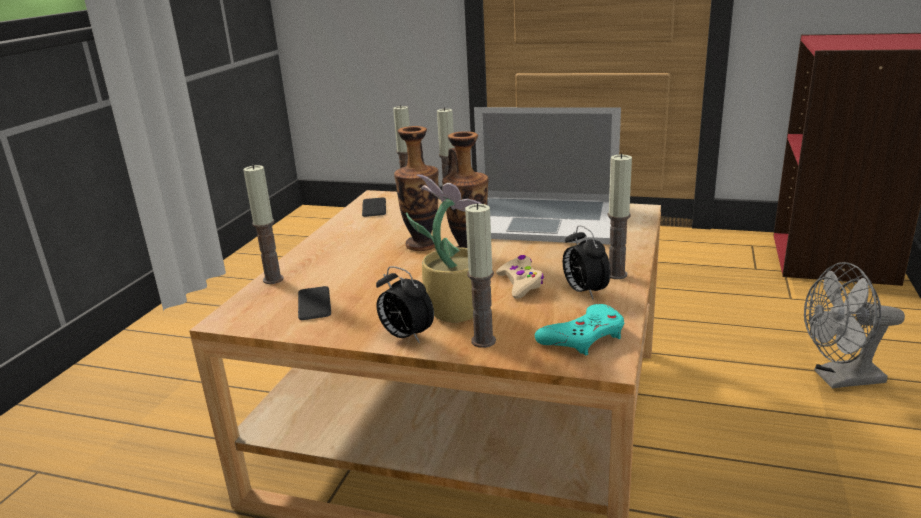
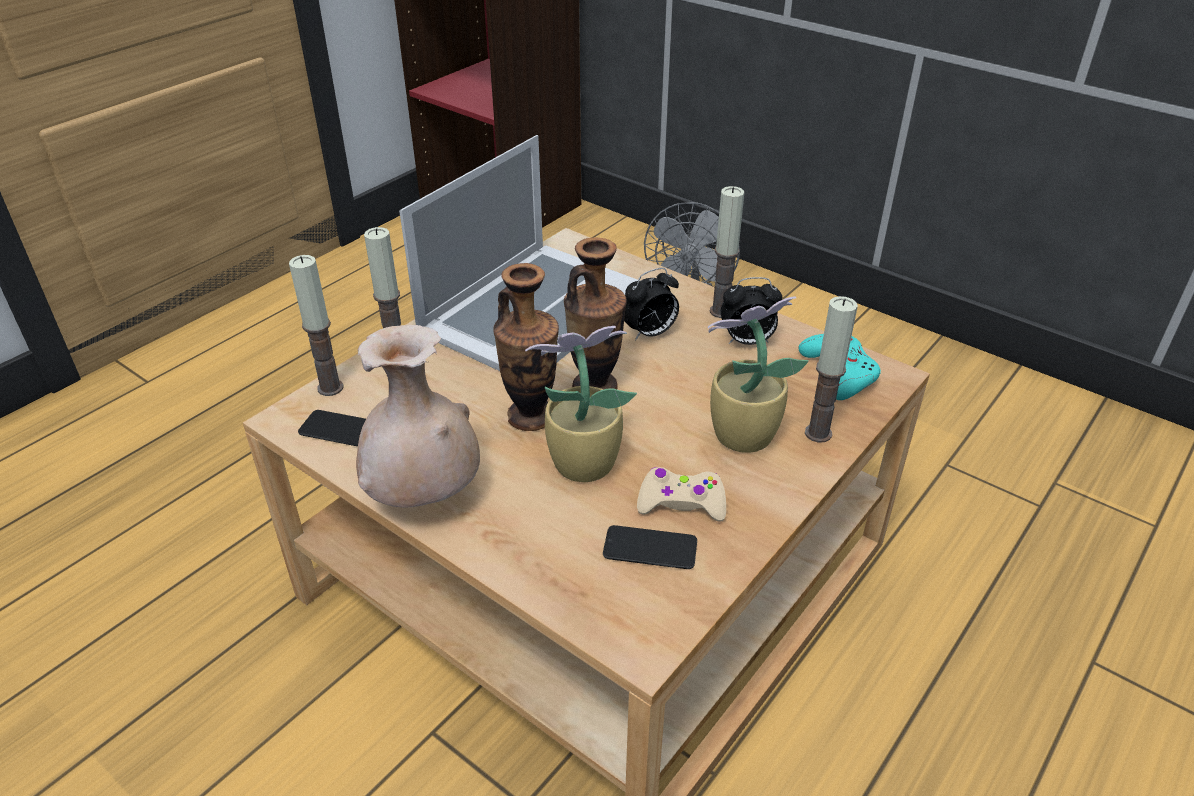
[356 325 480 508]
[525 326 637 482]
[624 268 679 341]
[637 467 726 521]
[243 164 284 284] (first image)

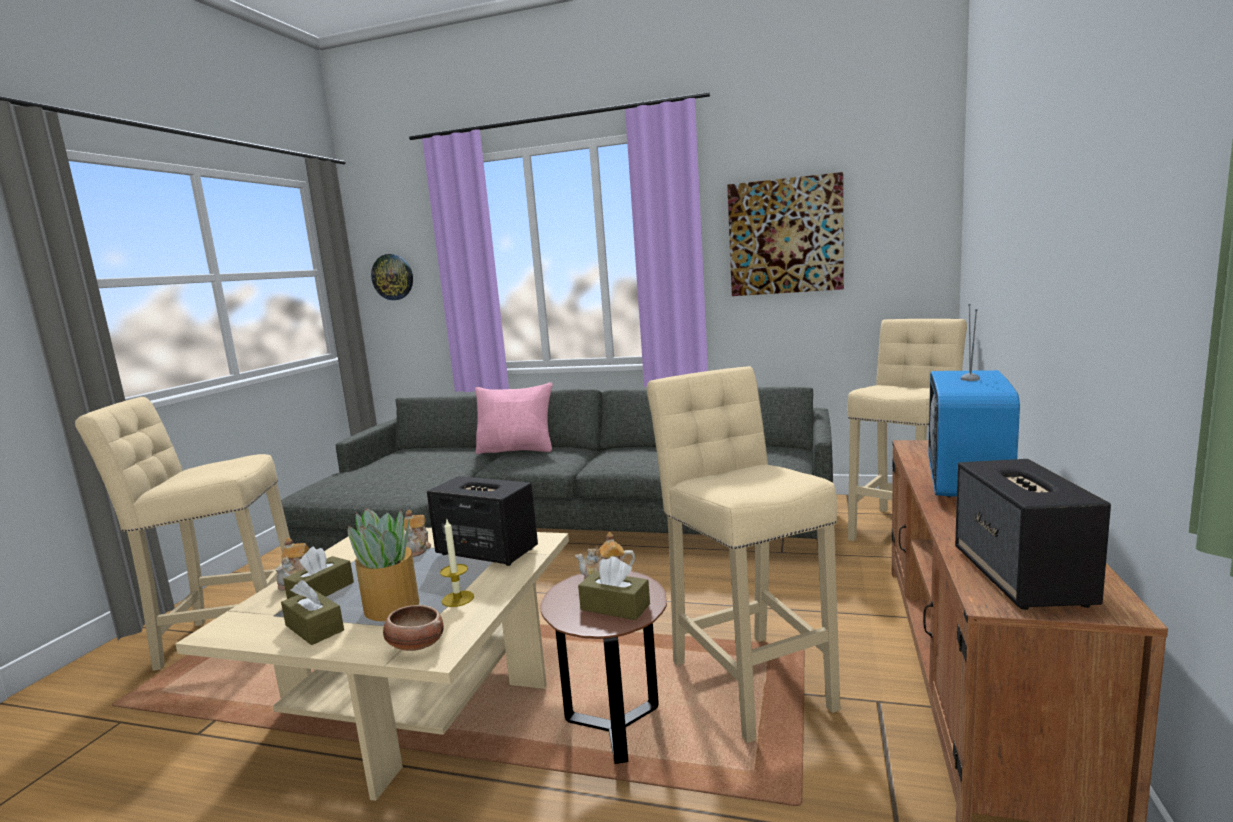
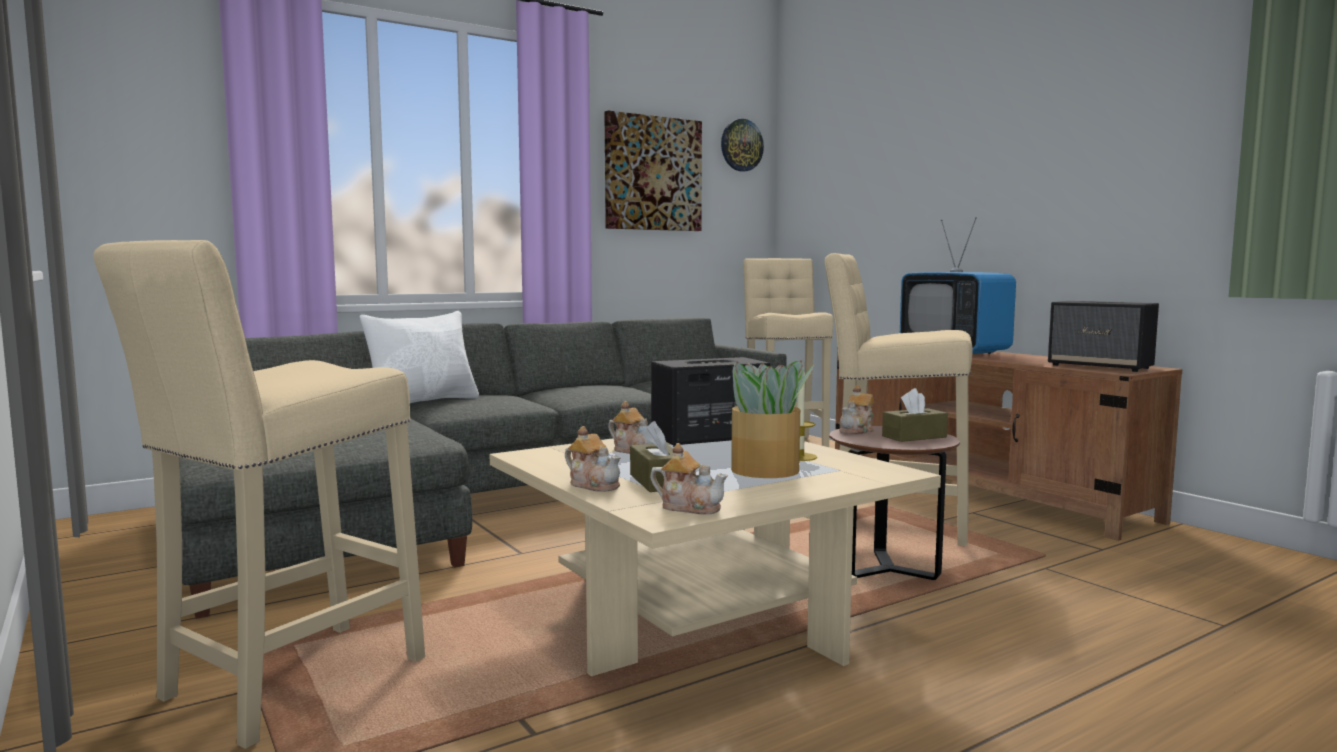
[360 311 479 403]
[650 443 728 515]
[721 119 764 172]
[281 580 344 645] (first image)
[383 605 444 651] (first image)

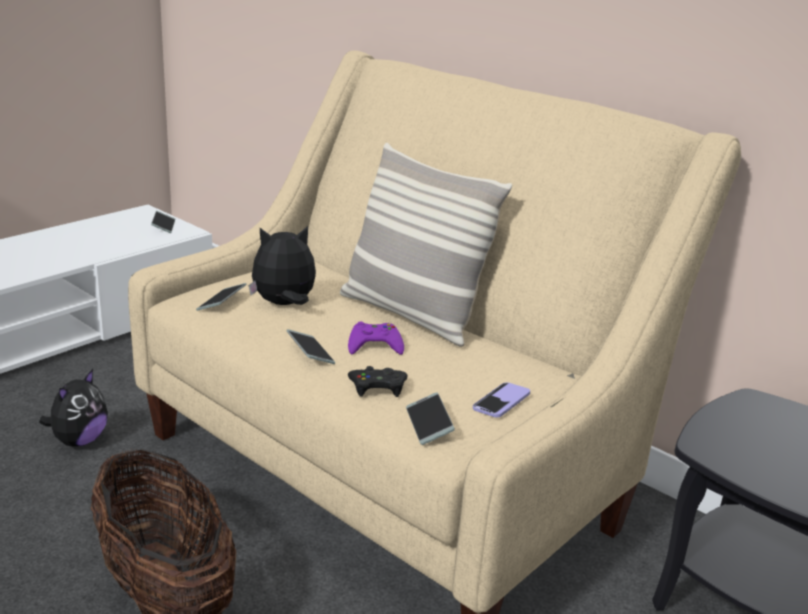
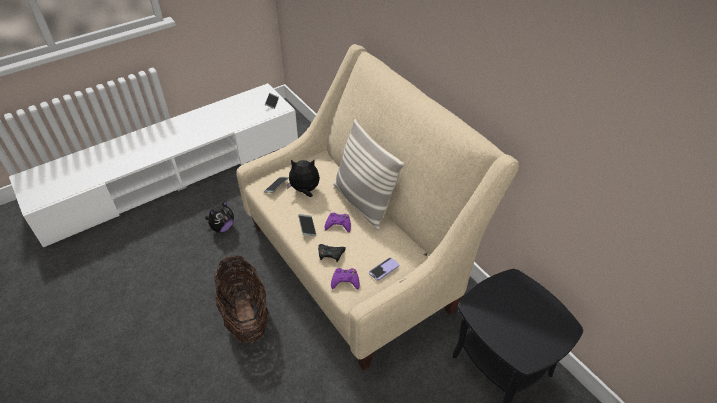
[331 268 360 290]

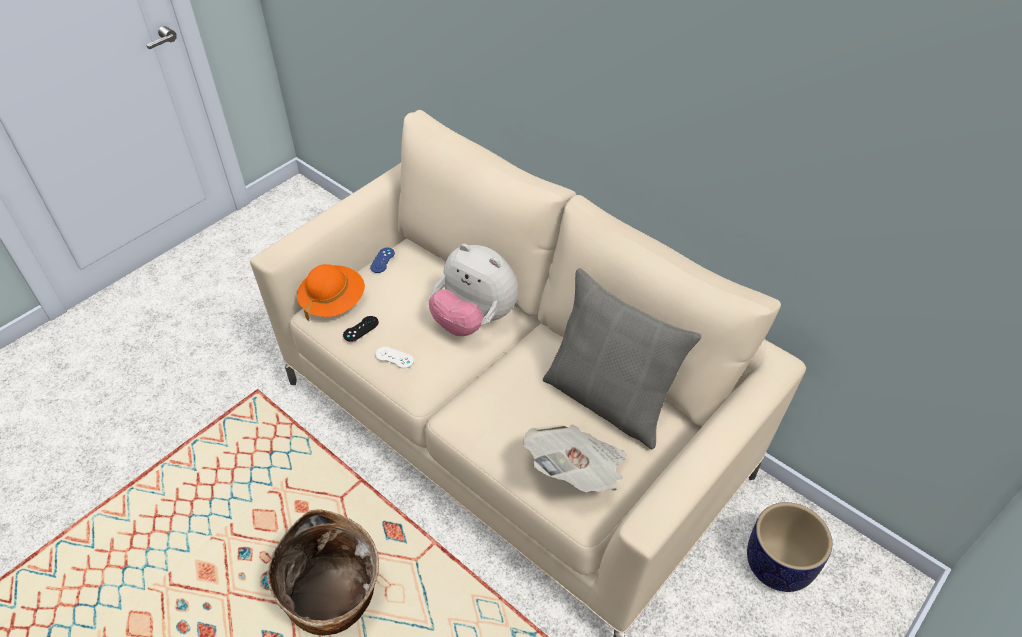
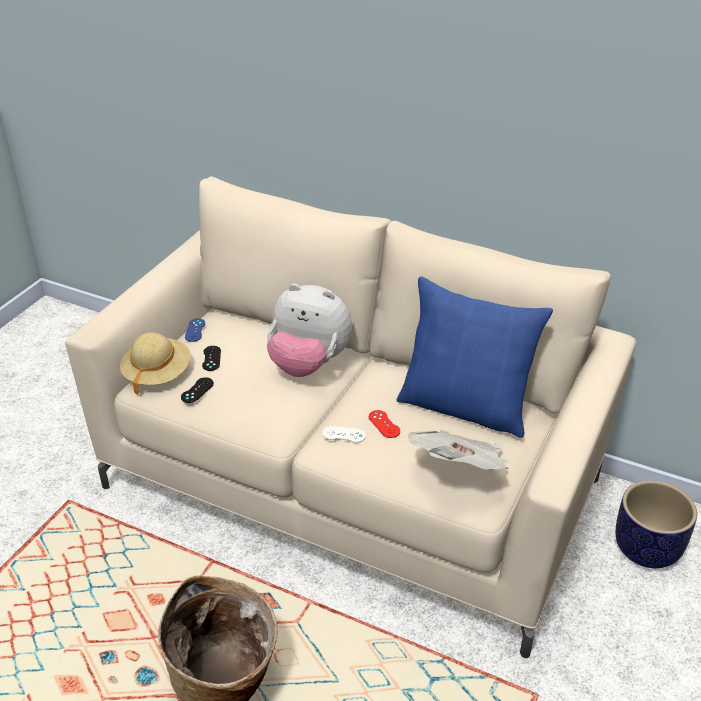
[120 332 191 395]
[202 346 221 371]
[322 426 366 443]
[369 410 400 438]
[397 276 553 438]

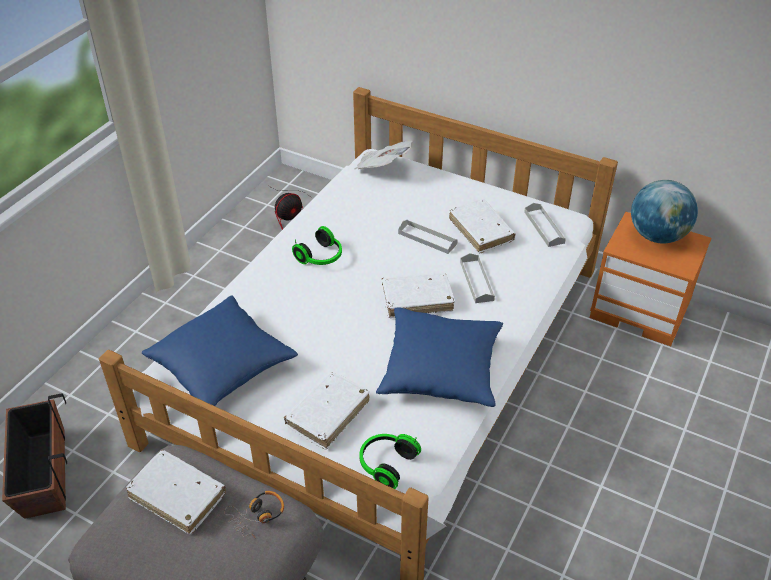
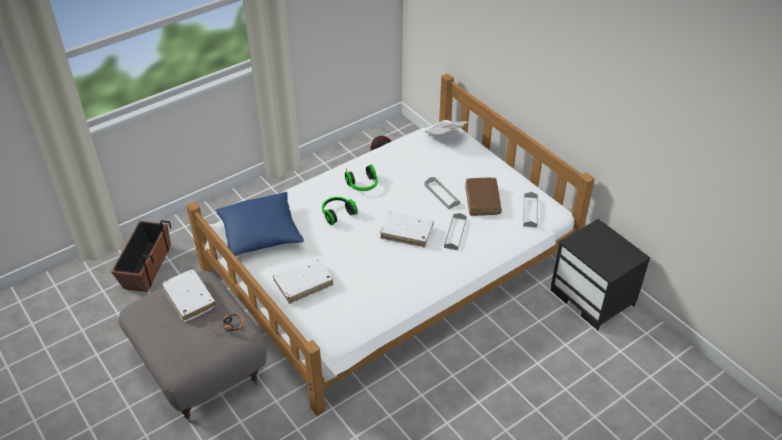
[322 197 358 226]
[465 178 502 216]
[551 219 650 330]
[376 307 503 407] (first image)
[631 180 698 243] (first image)

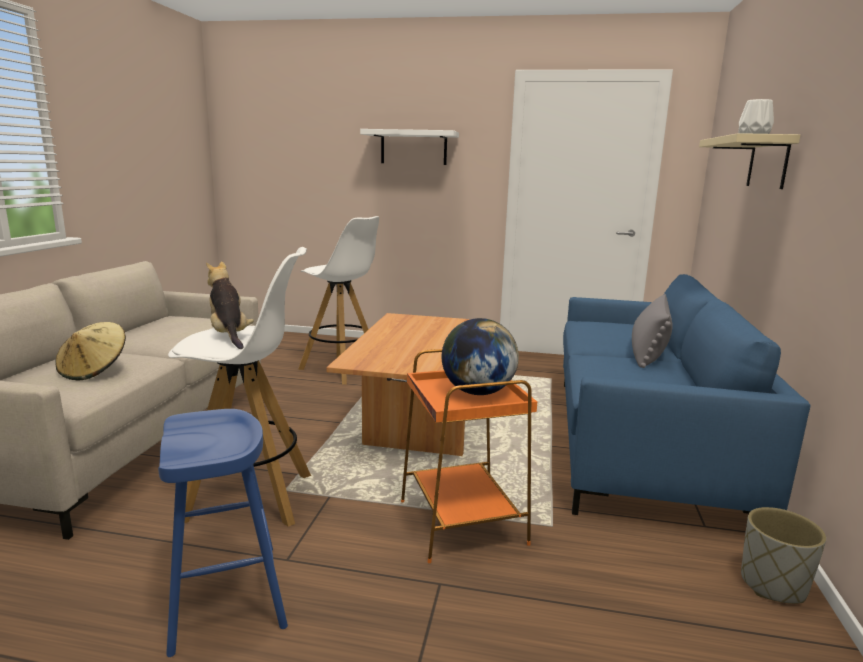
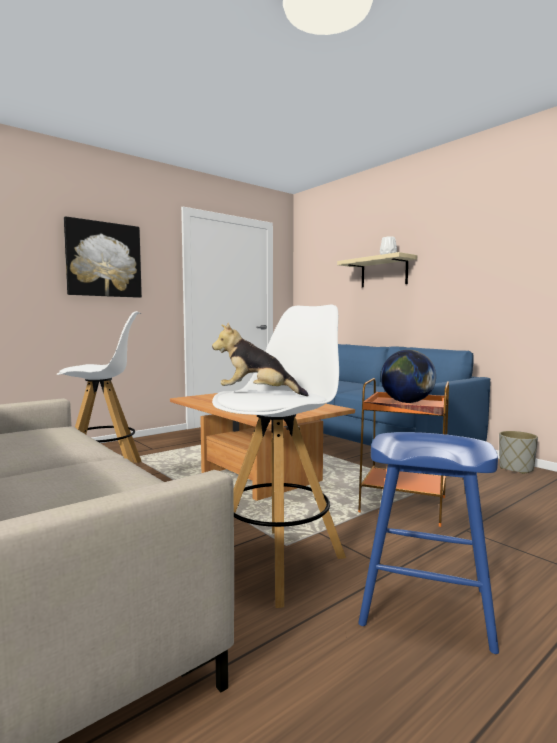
[64 216 142 298]
[55 322 126 380] (first image)
[632 294 673 368] (first image)

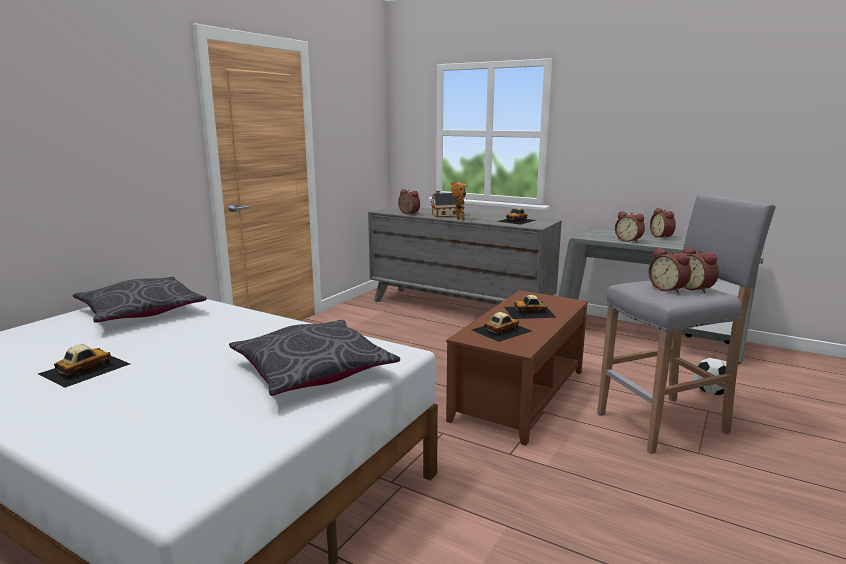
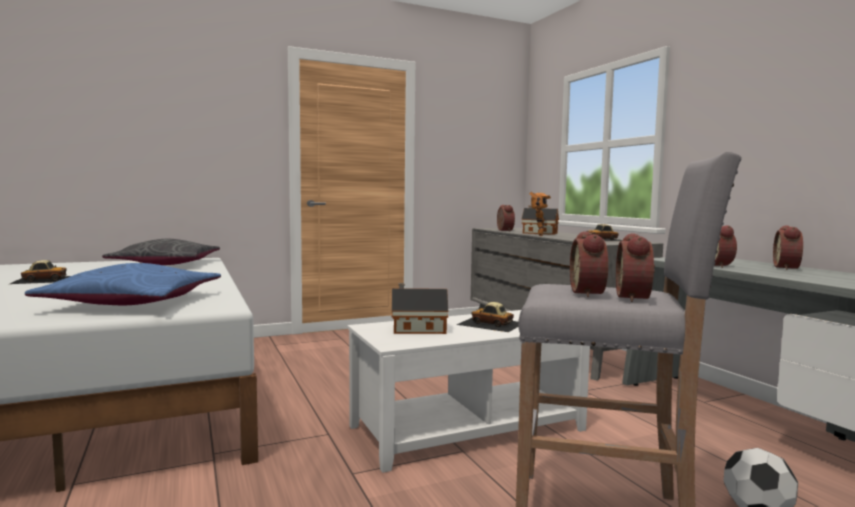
[25 263 221 305]
[347 310 590 473]
[391 283 448 334]

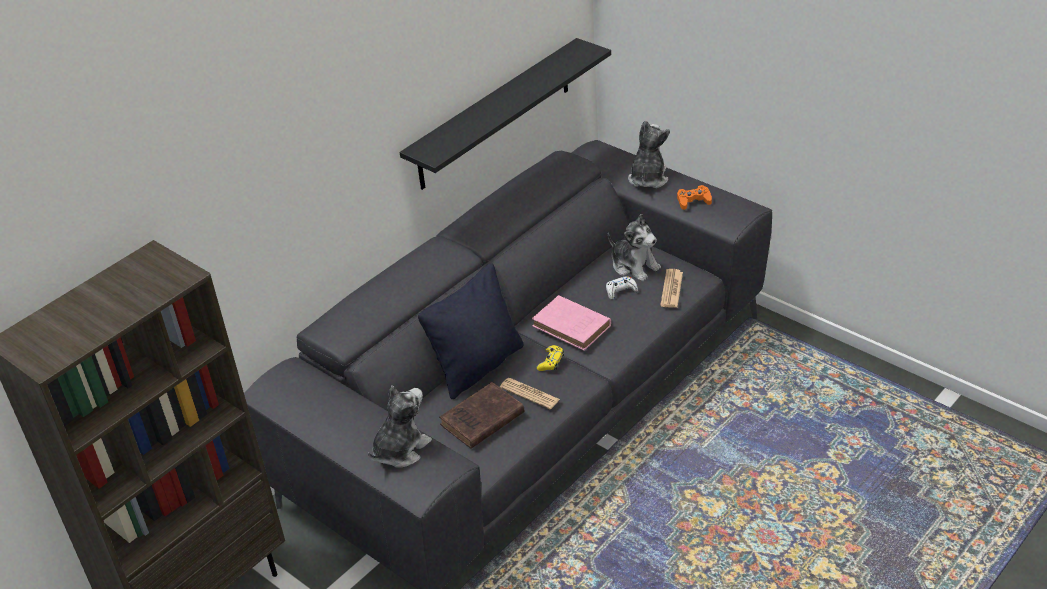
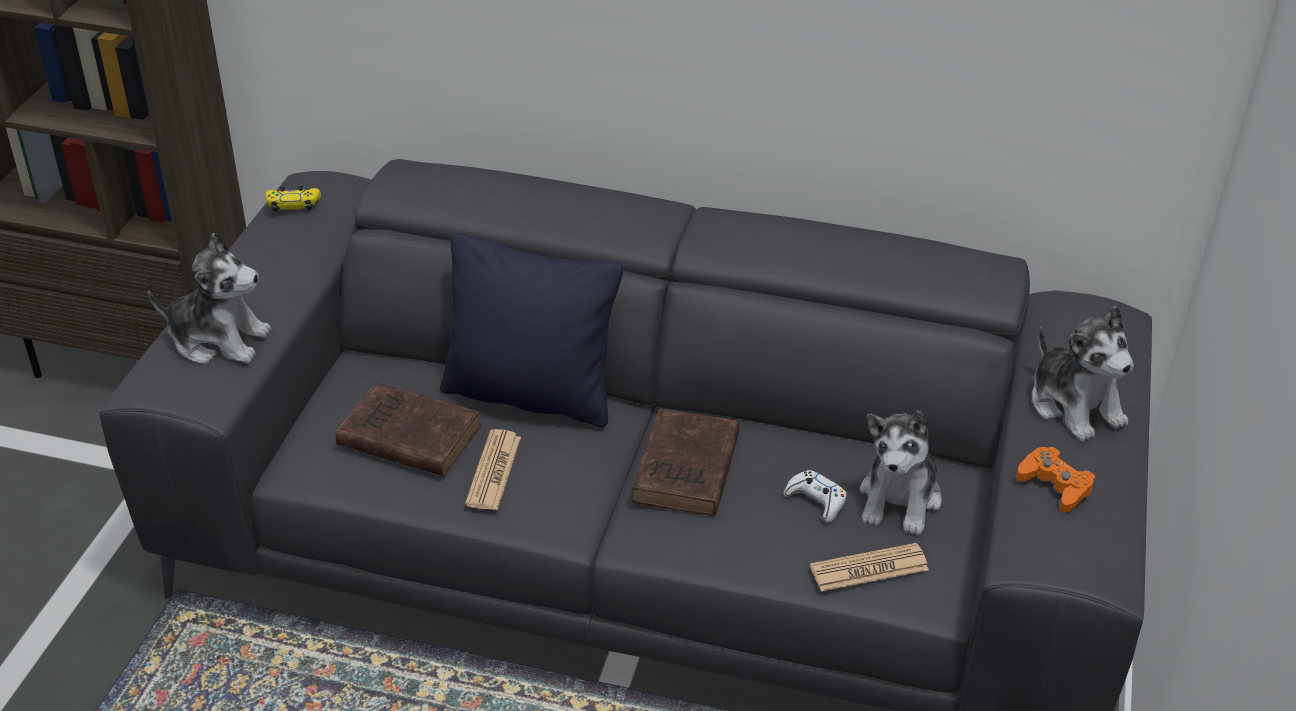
[265 186 321 212]
[631 409 740 516]
[1032 306 1134 441]
[400 38 611 190] (first image)

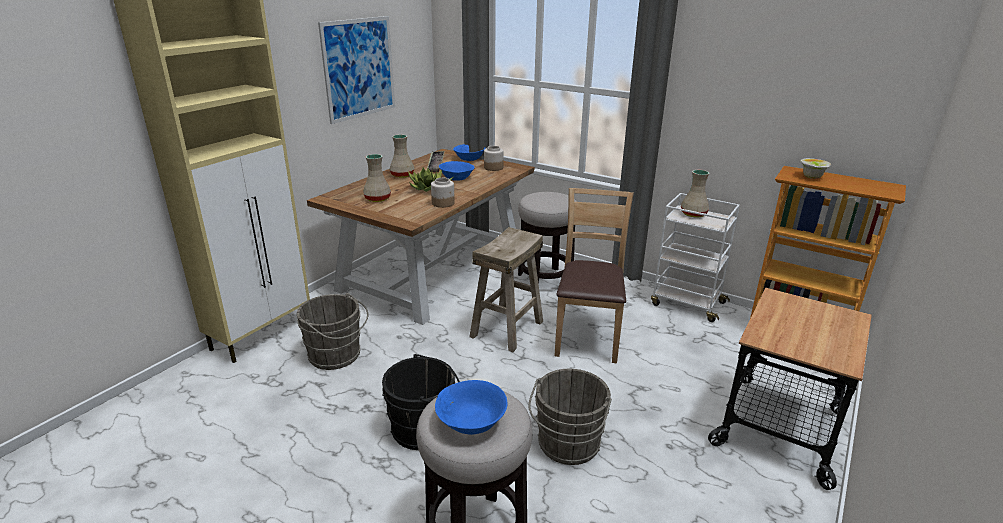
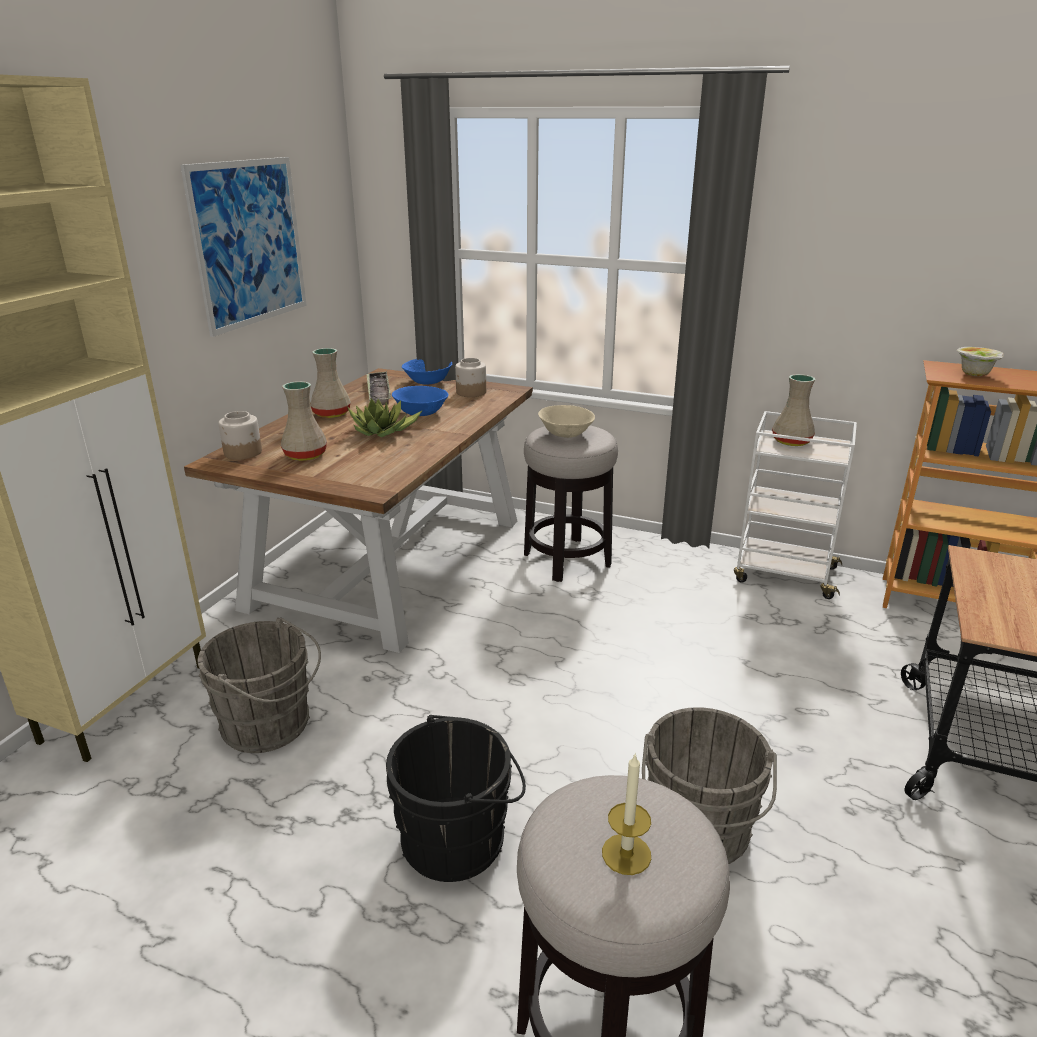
[218 411 262 460]
[538 405 595 438]
[602 753 651 875]
[469 227 543 352] (first image)
[554 188 634 363] (first image)

